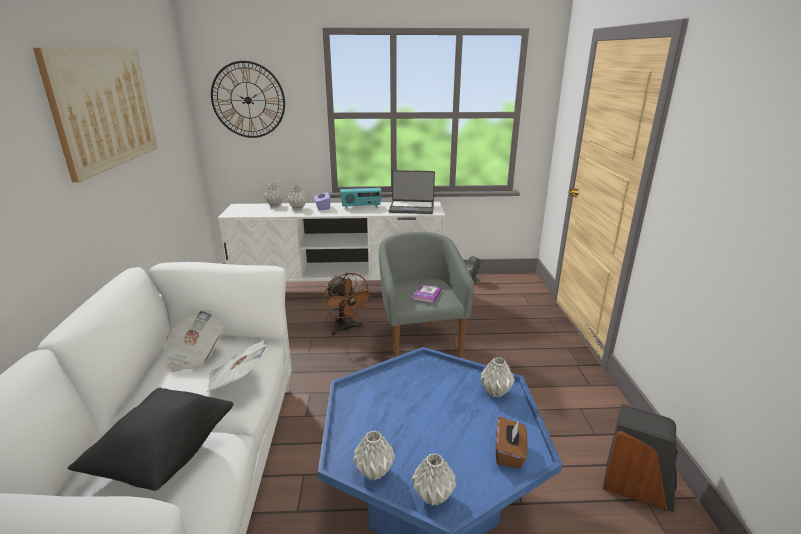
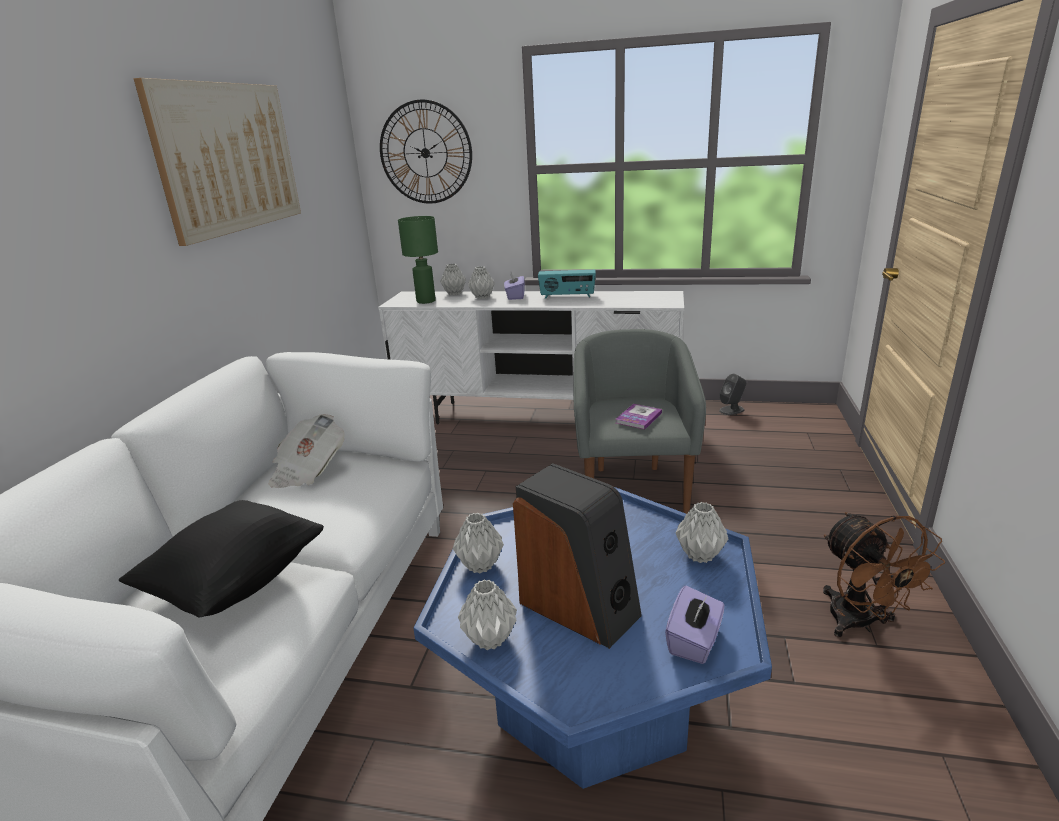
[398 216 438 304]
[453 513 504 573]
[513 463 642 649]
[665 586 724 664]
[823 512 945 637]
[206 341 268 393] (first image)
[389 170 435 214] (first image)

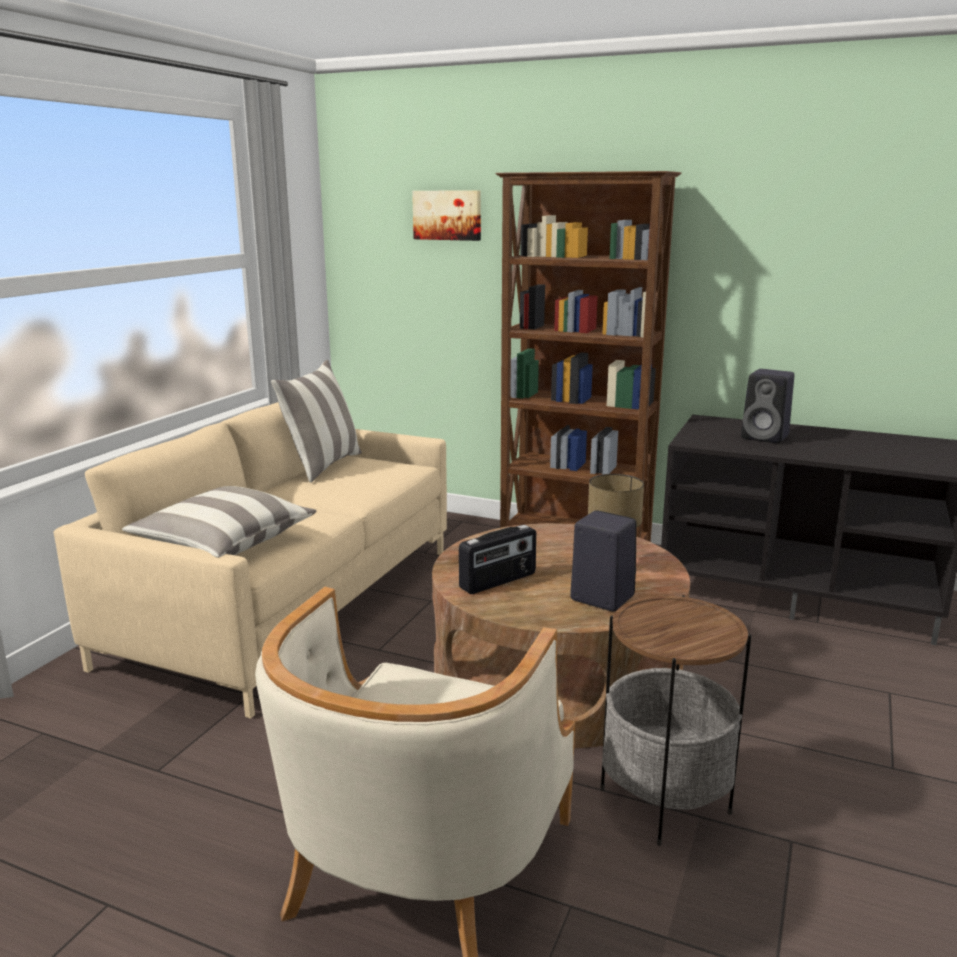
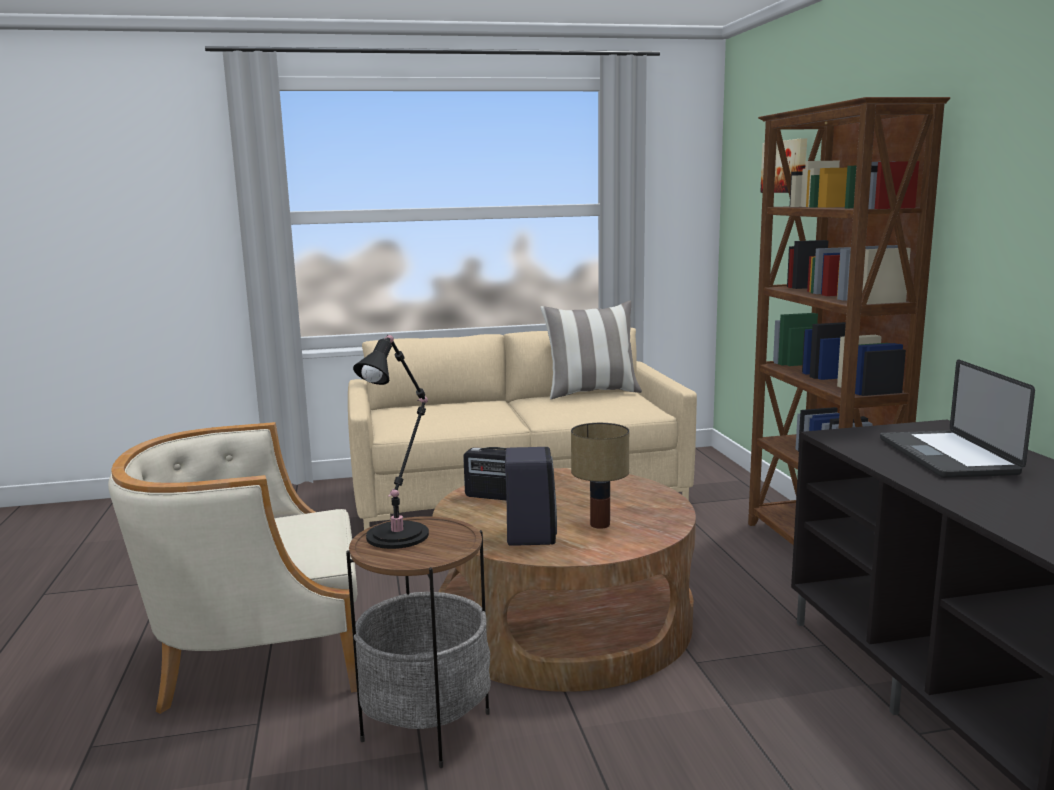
[353 335 429 549]
[880 359 1035 478]
[122 486 317 558] (first image)

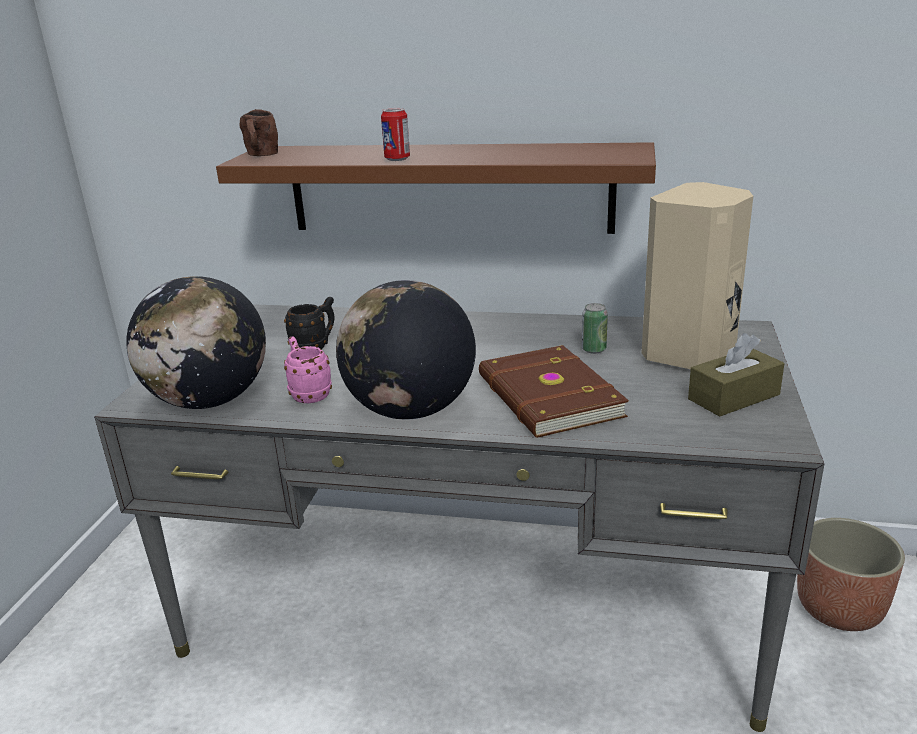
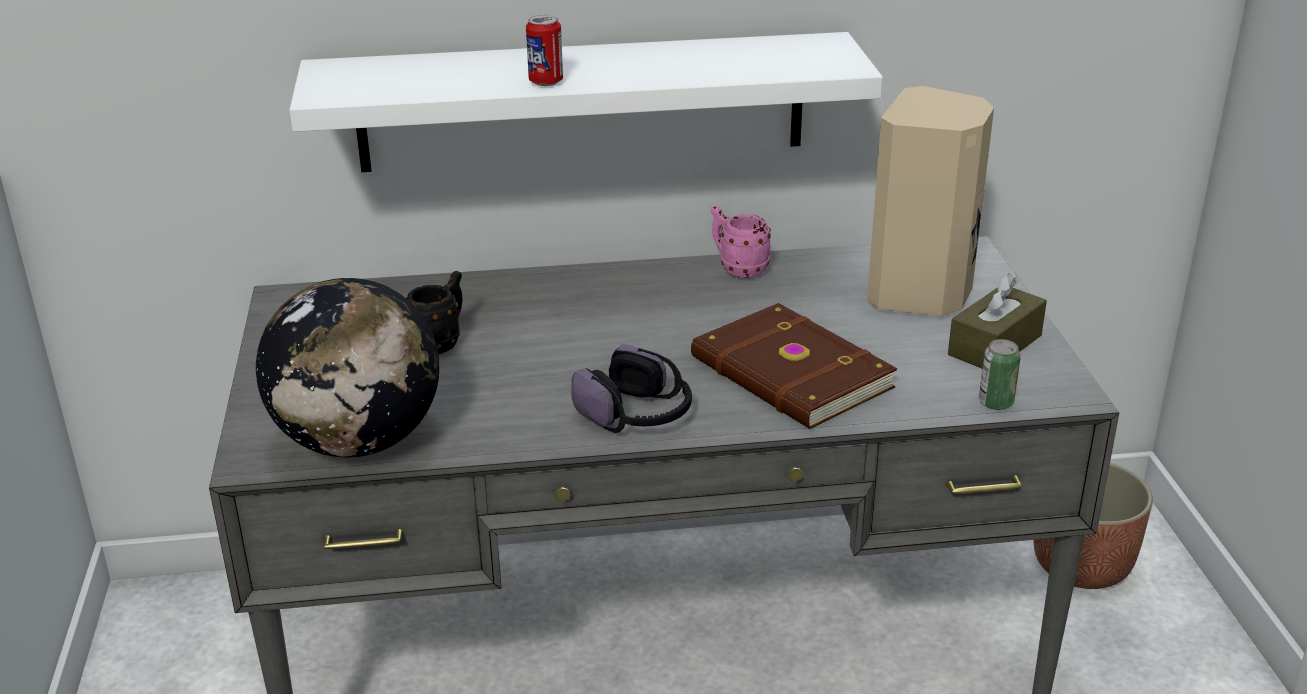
[290 32 883 172]
[571 344 692 433]
[711 206 771 278]
[979 339 1021 410]
[239 109 278 156] (first image)

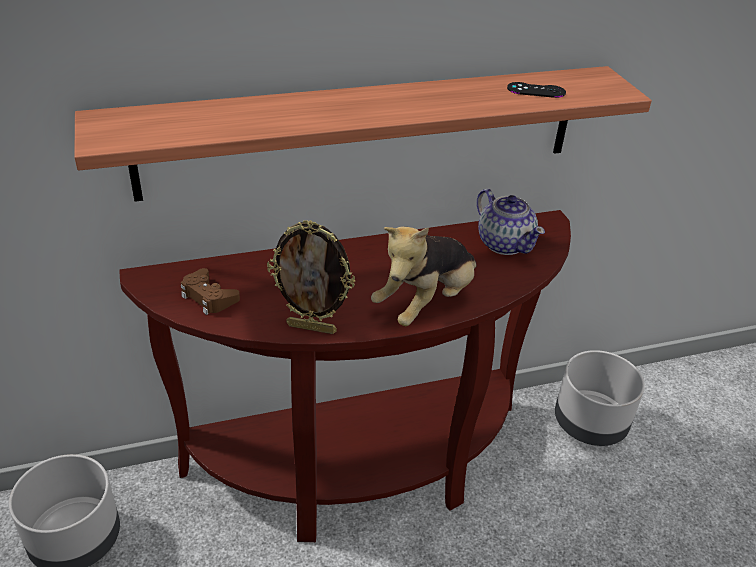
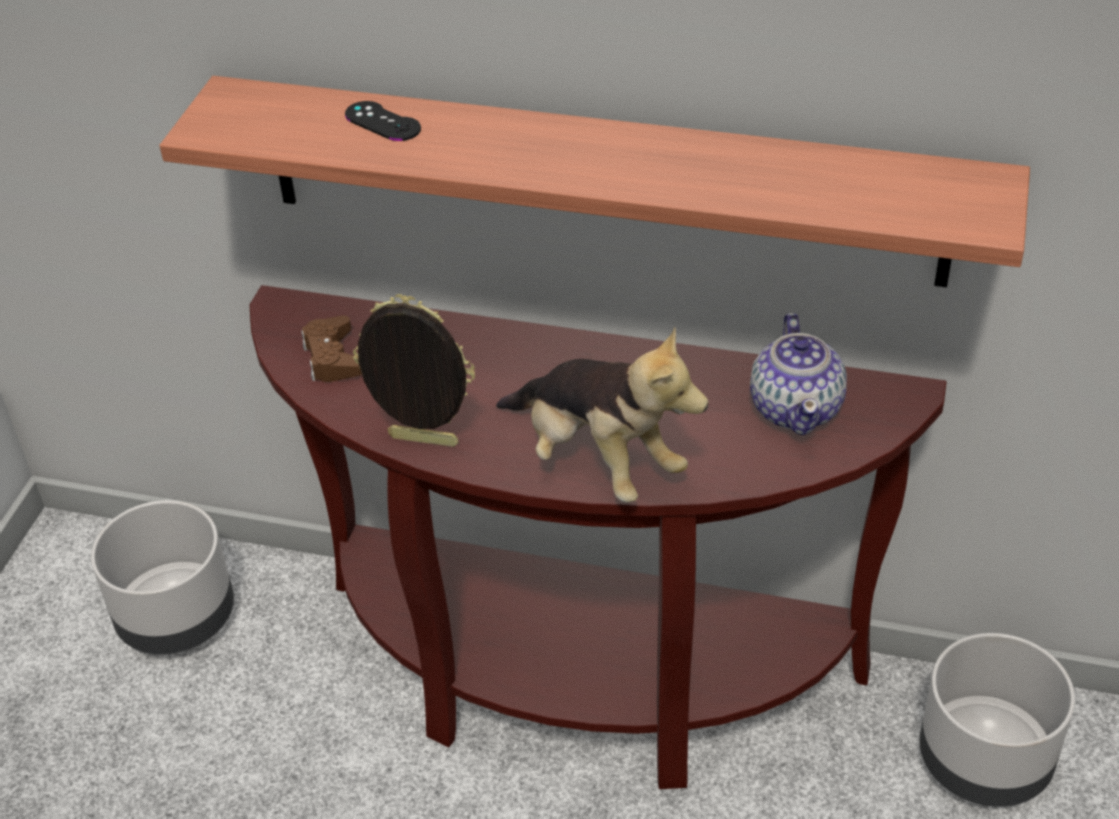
[345 101 421 141]
[353 294 475 447]
[496 327 709 502]

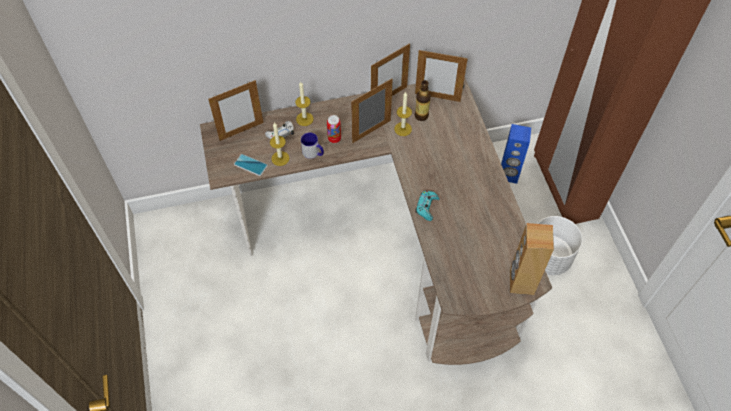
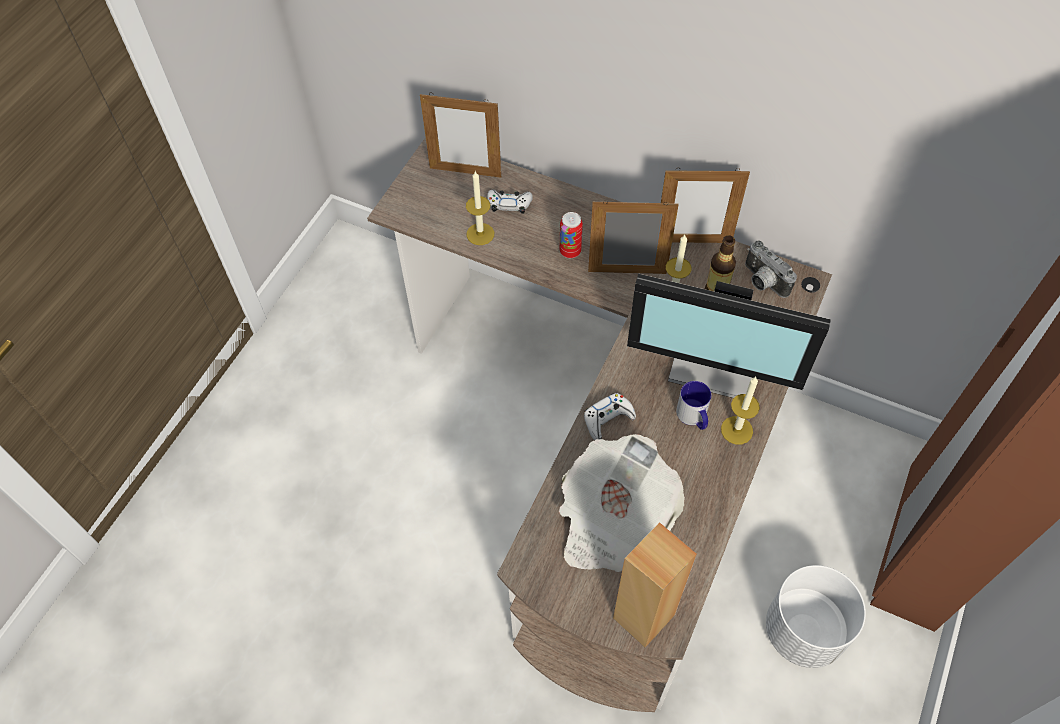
[559 434 685 572]
[584 393 636 440]
[627 274 831 398]
[676 381 711 430]
[721 377 760 444]
[745 240 797 298]
[234 154 268 176] (first image)
[501 124 531 184] (first image)

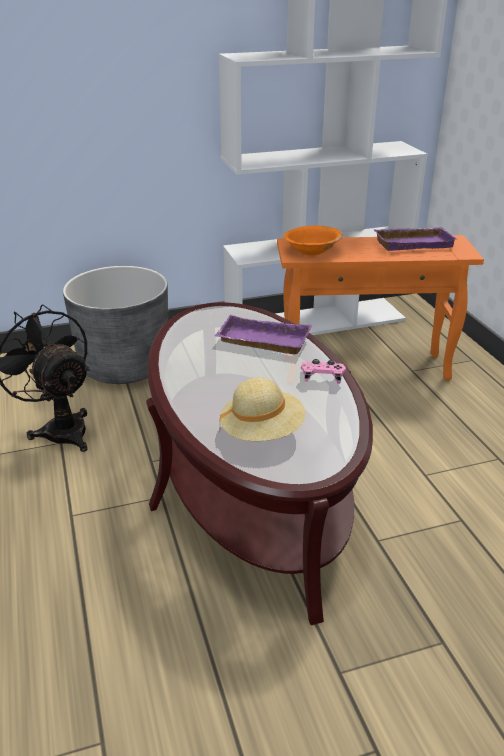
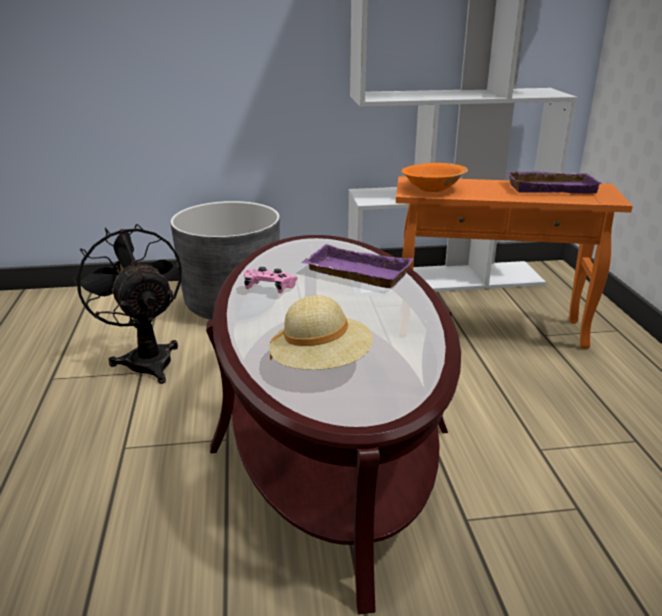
[244 267 298 293]

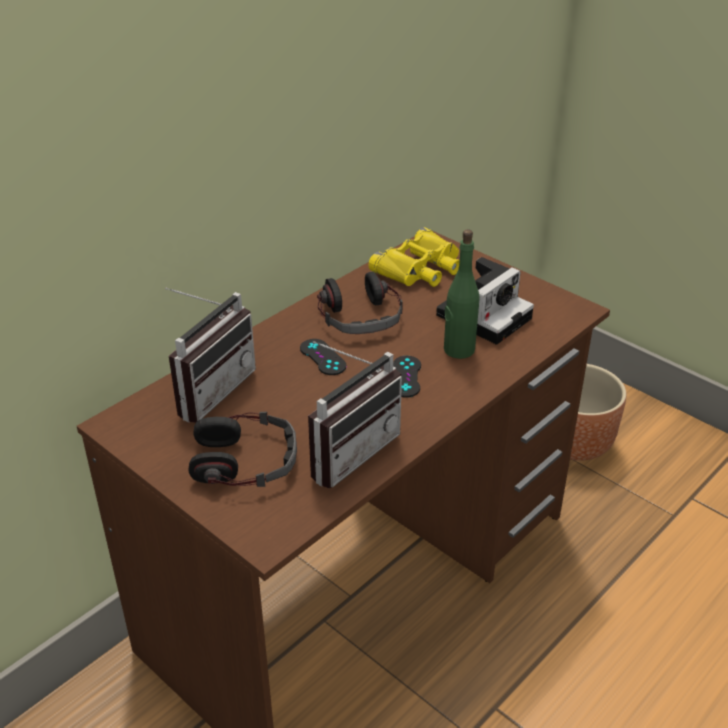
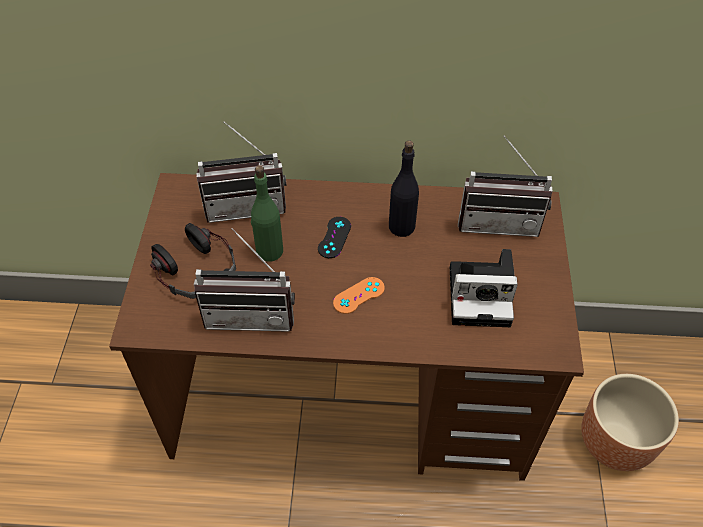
[251 165 283 262]
[333 277 385 314]
[389 140 419 237]
[458 135 552 237]

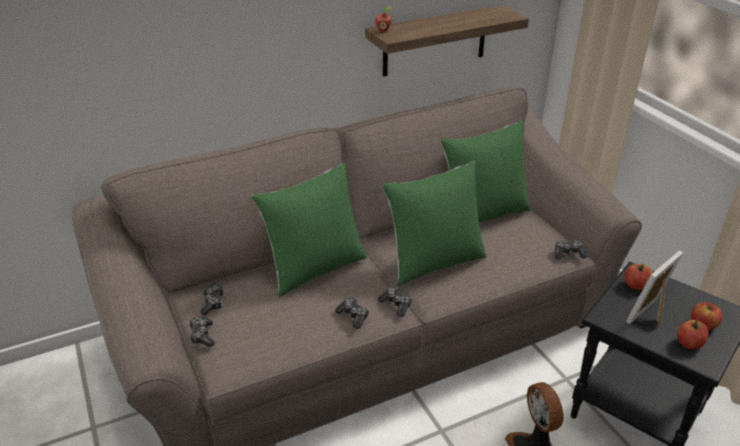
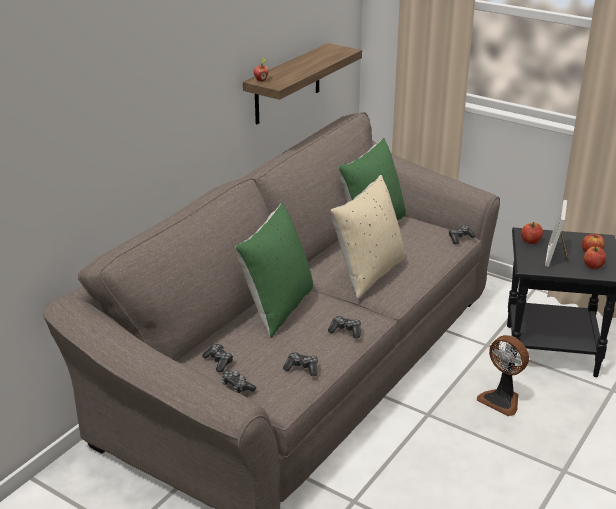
[283 352 318 376]
[331 175 405 299]

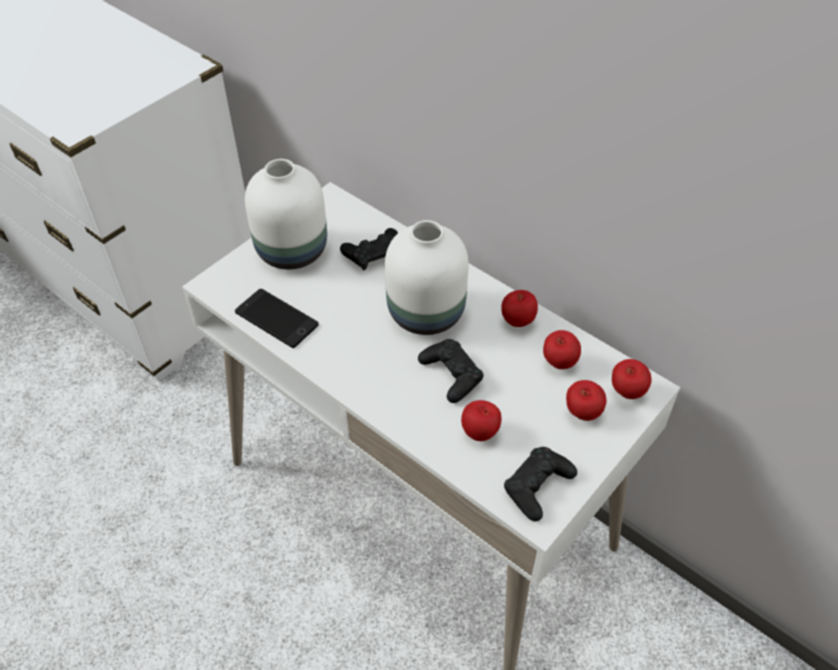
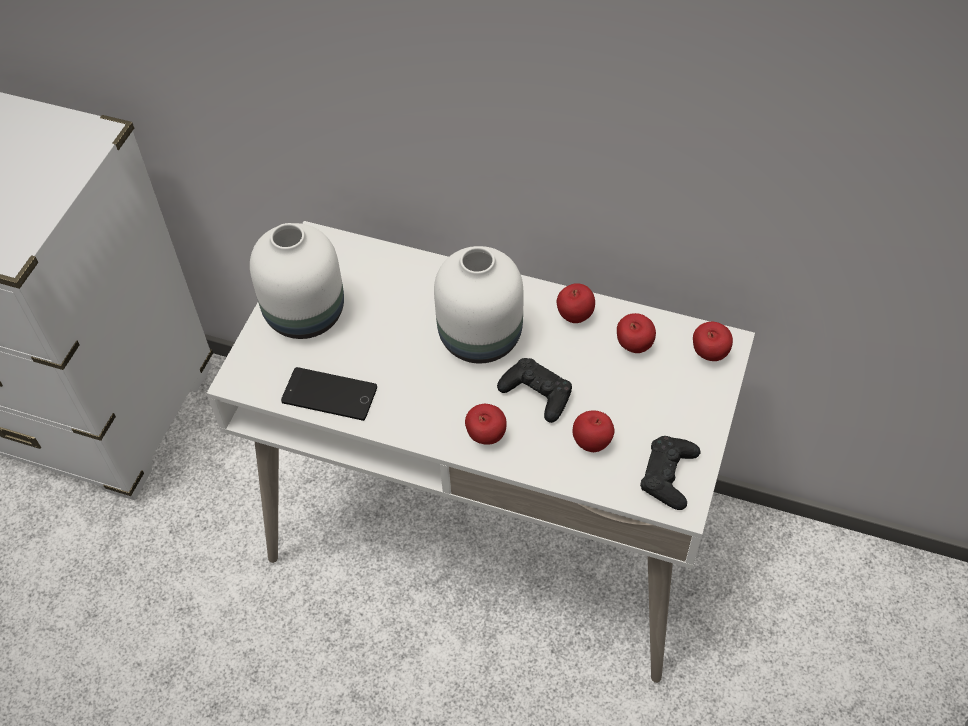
[465 404 507 445]
[340 228 398 270] (first image)

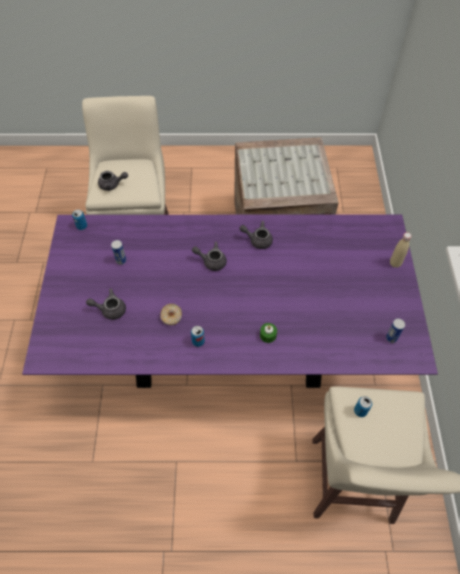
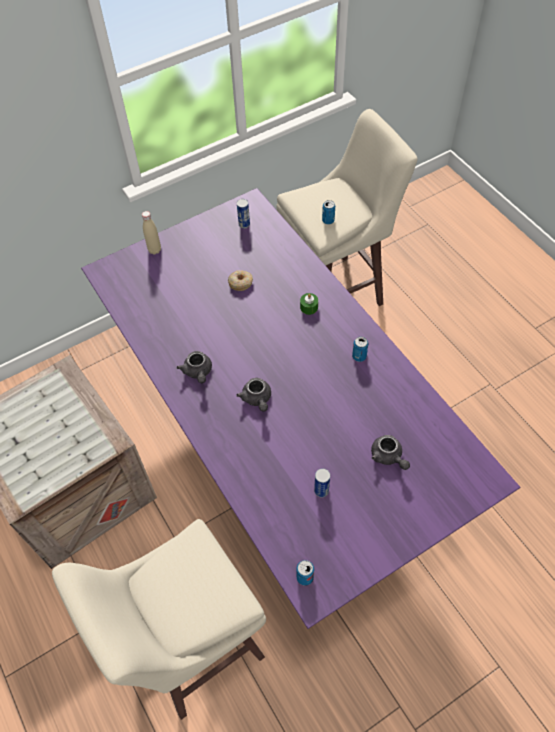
[228 270 253 291]
[98 171 128 191] (first image)

